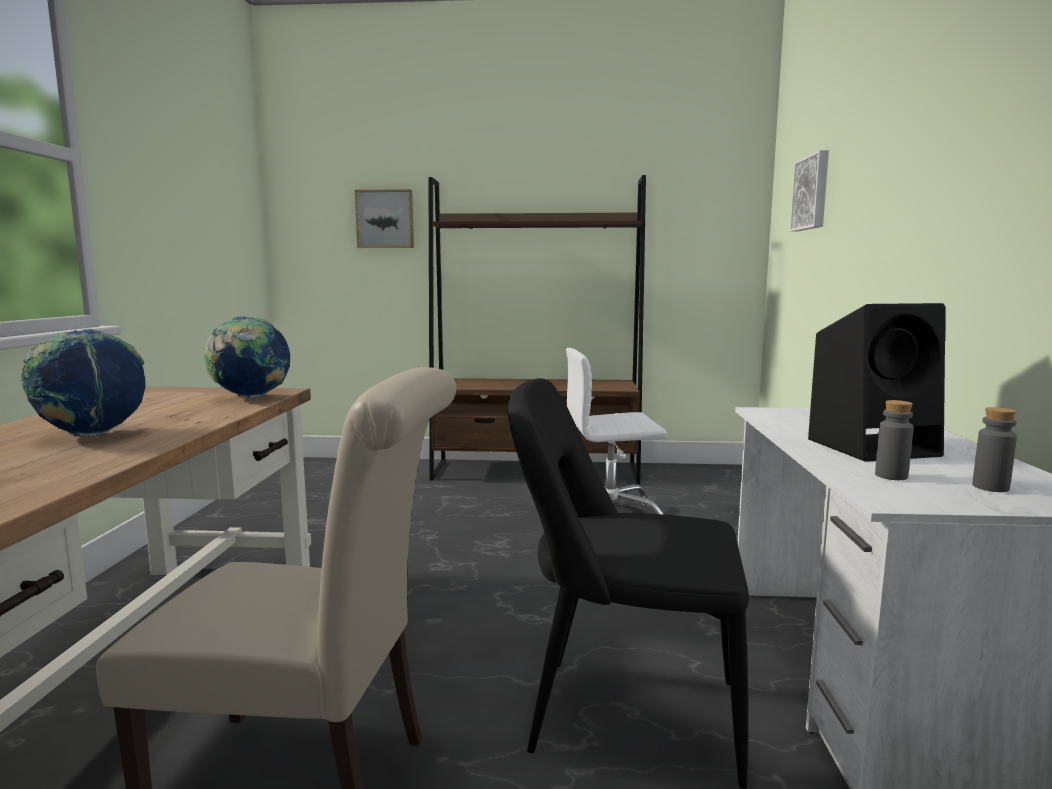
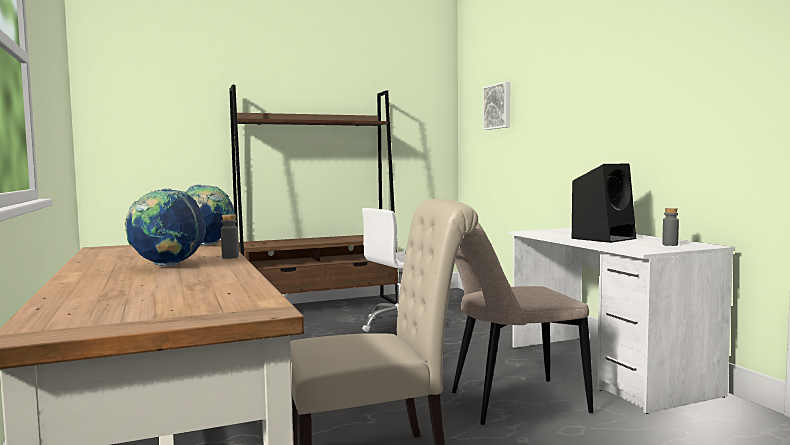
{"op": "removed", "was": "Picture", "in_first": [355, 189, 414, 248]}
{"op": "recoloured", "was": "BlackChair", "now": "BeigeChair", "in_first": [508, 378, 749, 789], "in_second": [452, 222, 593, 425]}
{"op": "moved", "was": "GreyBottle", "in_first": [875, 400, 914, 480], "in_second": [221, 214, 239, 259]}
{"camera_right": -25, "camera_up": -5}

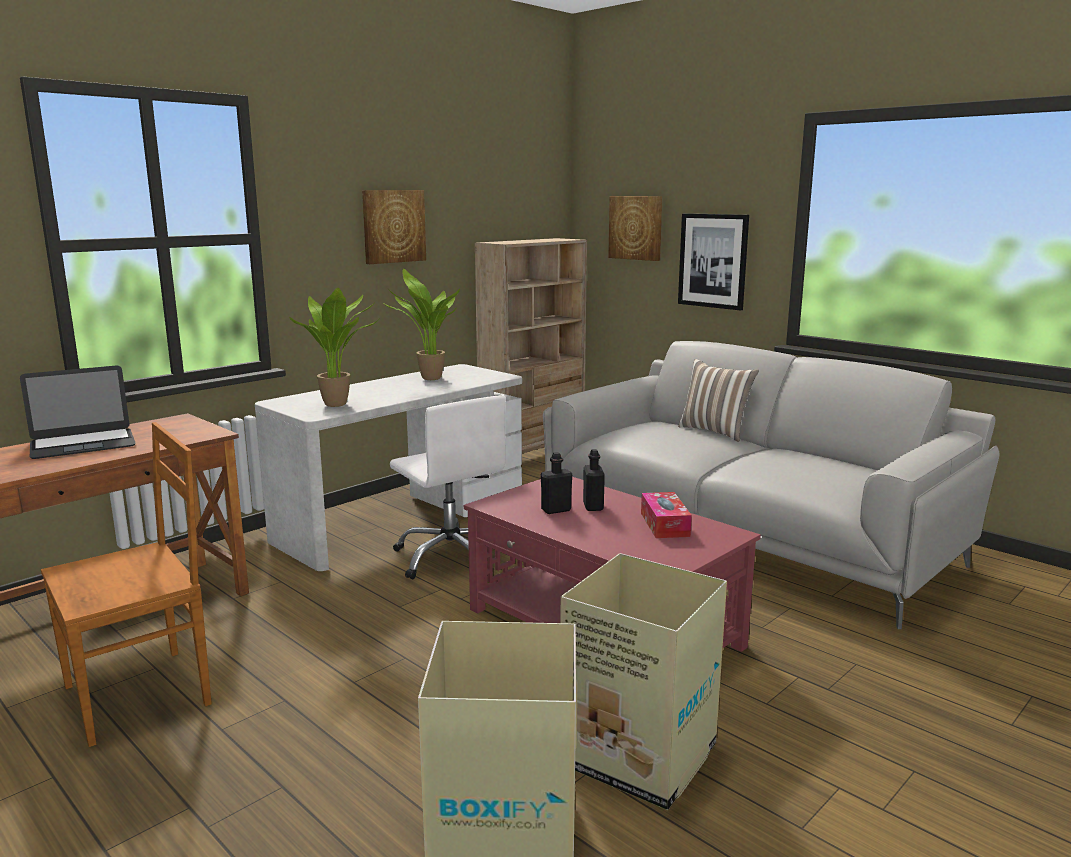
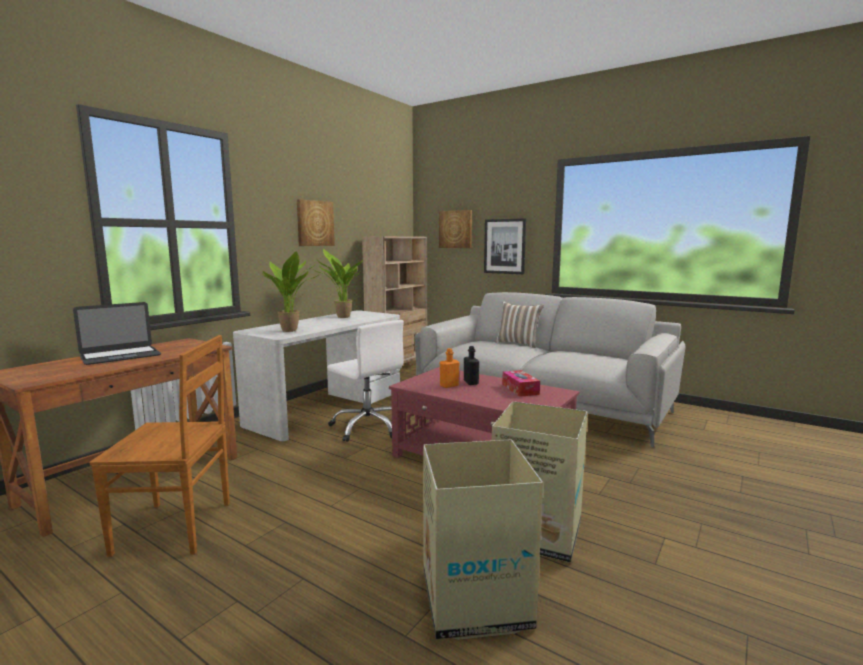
{"op": "turned", "was": "BrownChair", "in_first": [41, 422, 212, 747], "in_second": [90, 335, 230, 557], "clockwise": 45}
{"op": "recoloured", "was": "BlackBottle", "now": "OrangeBottle", "in_first": [541, 452, 572, 514], "in_second": [440, 348, 460, 388]}
{"camera_right": -10, "camera_up": -5}

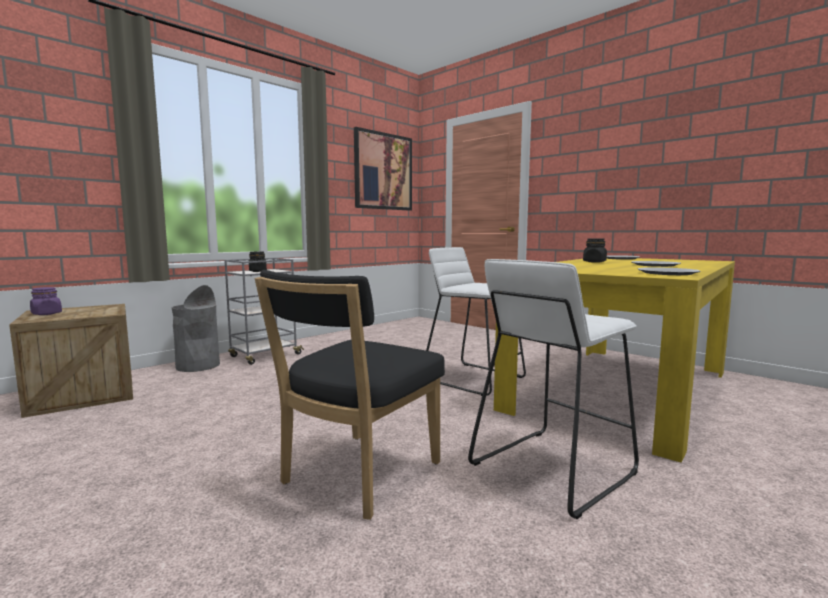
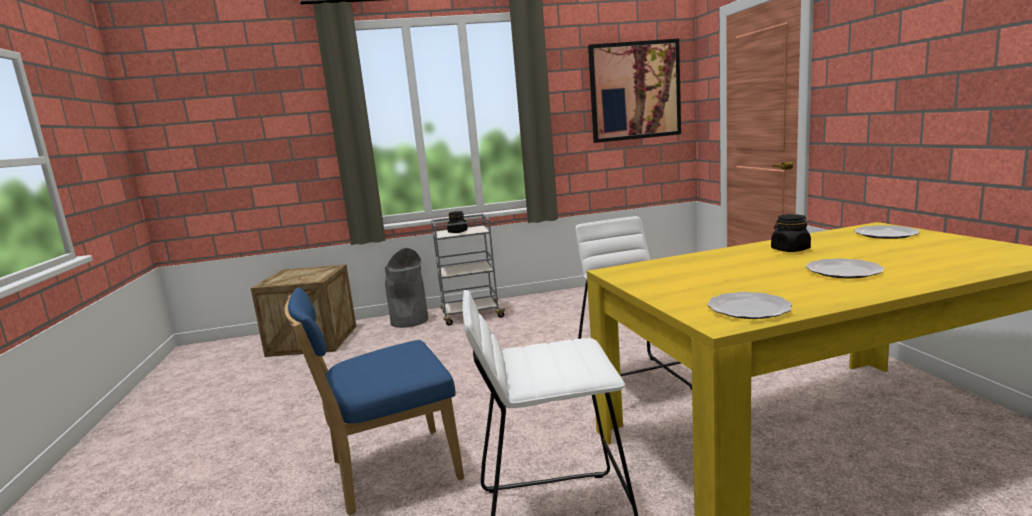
{"op": "recoloured", "was": "BlackChair", "now": "BlueChair", "in_first": [255, 270, 445, 520], "in_second": [285, 287, 464, 516]}
{"op": "removed", "was": "PurpleJar", "in_first": [30, 287, 62, 315]}
{"camera_right": 35, "camera_up": 5}

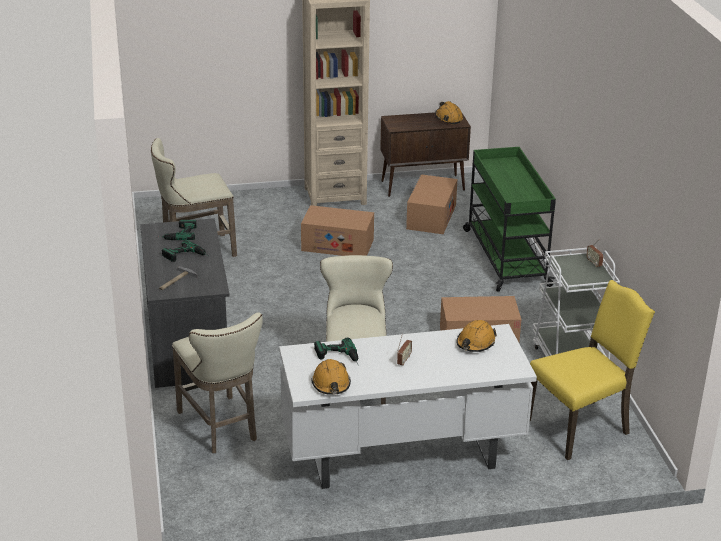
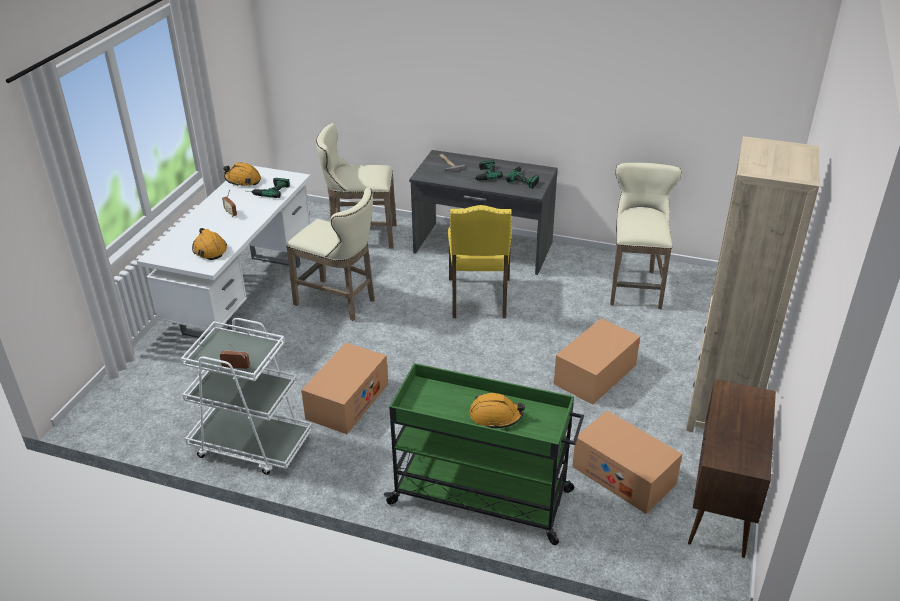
{"op": "moved", "was": "OrangeHardHat", "in_first": [435, 101, 463, 124], "in_second": [469, 393, 525, 428]}
{"op": "moved", "was": "YellowChair", "in_first": [530, 280, 655, 460], "in_second": [448, 205, 512, 319]}
{"camera_right": 120, "camera_up": 5}

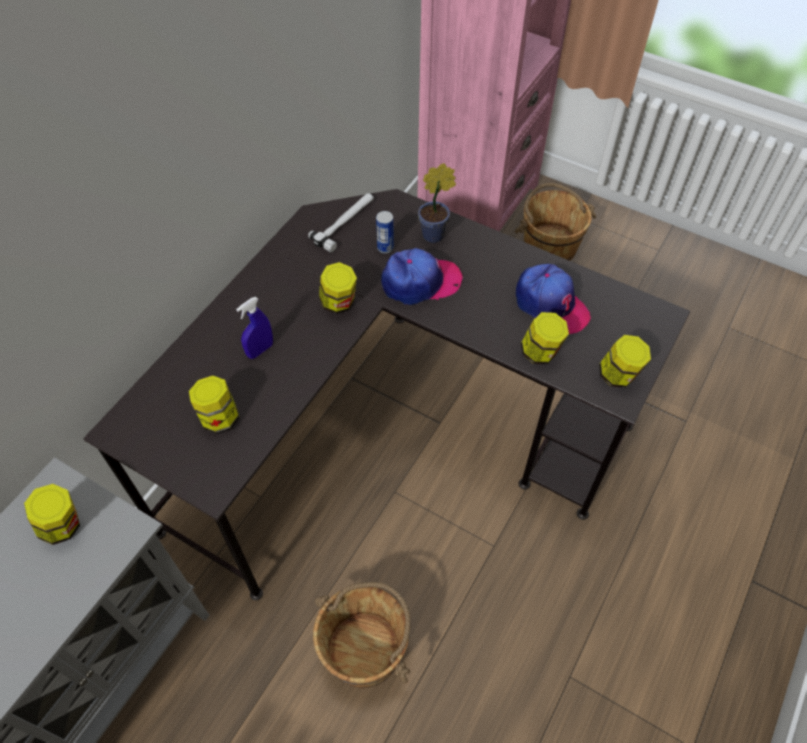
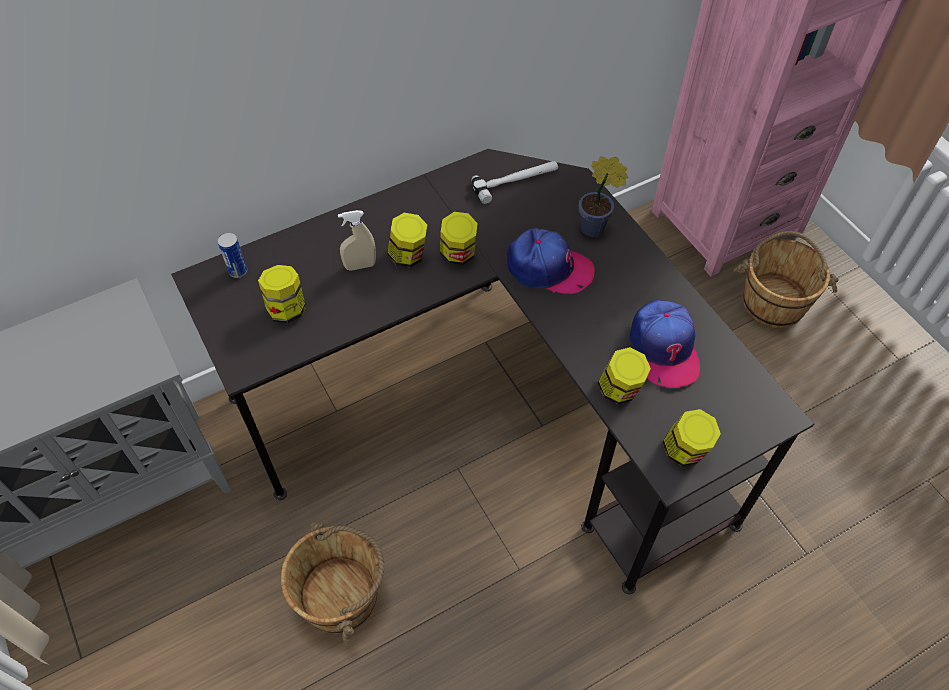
{"op": "moved", "was": "Can", "in_first": [376, 211, 394, 254], "in_second": [217, 232, 247, 278]}
{"op": "recoloured", "was": "BlueSprayBottle", "now": "BeigeSprayBottle", "in_first": [236, 297, 273, 359], "in_second": [338, 210, 376, 271]}
{"op": "moved", "was": "Jar", "in_first": [24, 484, 80, 545], "in_second": [387, 213, 427, 268]}
{"camera_right": 30, "camera_up": 0}

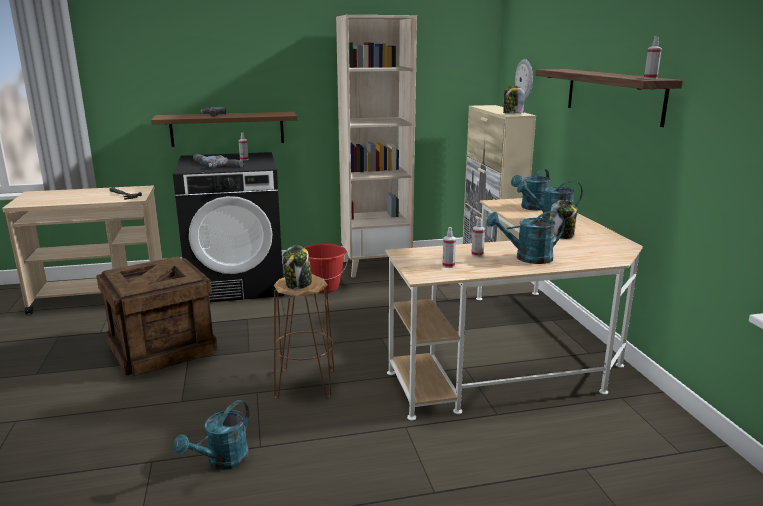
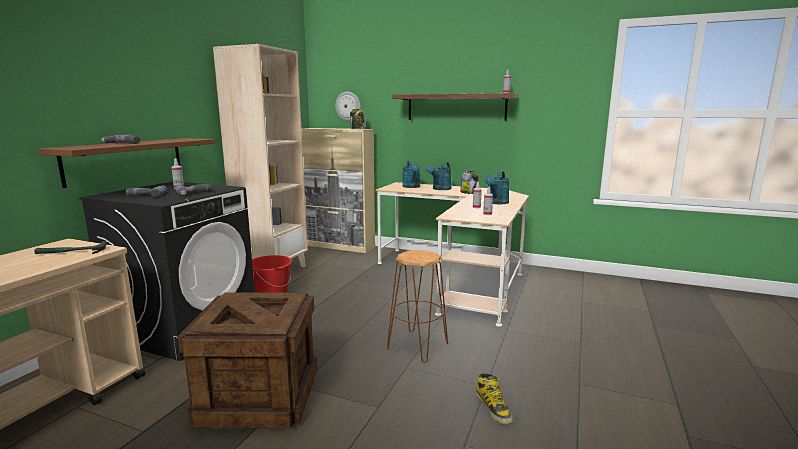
{"op": "removed", "was": "Jar", "in_first": [283, 245, 312, 289]}
{"op": "replaced", "was": "TurquoiseWateringCan", "now": "Boot", "in_first": [174, 400, 250, 470], "in_second": [476, 373, 513, 425]}
{"camera_right": -55, "camera_up": -5}

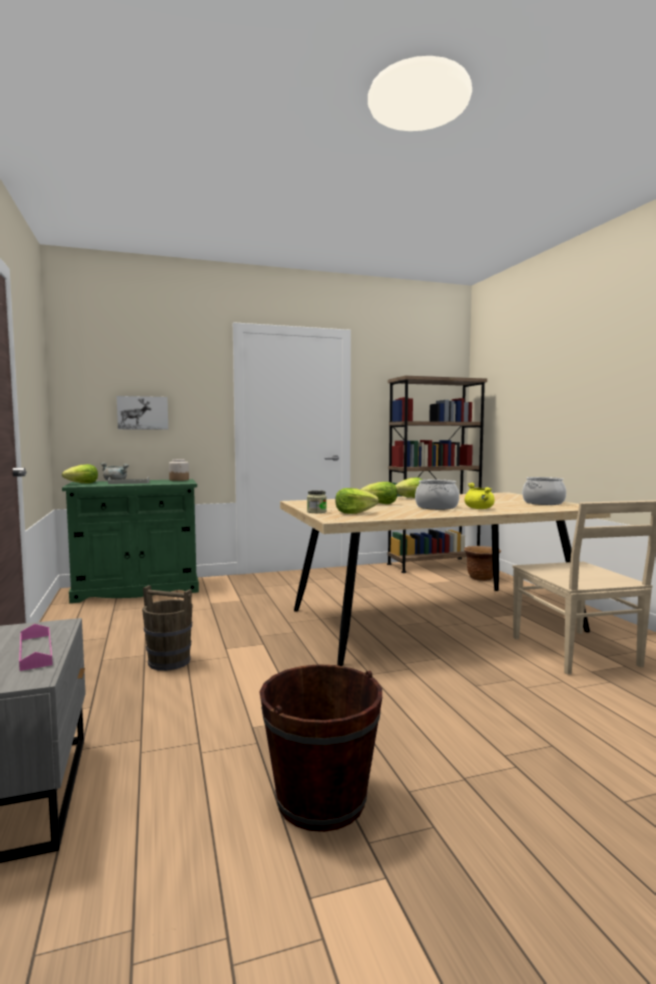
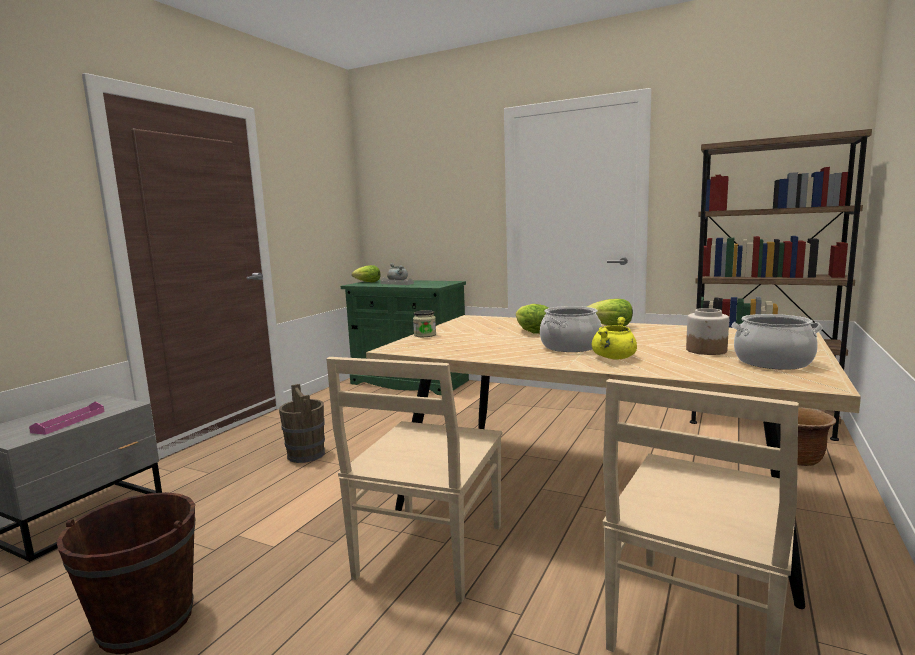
{"op": "removed", "was": "Picture", "in_first": [117, 396, 168, 430]}
{"op": "moved", "was": "Jar", "in_first": [169, 459, 189, 481], "in_second": [686, 308, 729, 355]}
{"op": "removed", "was": "Lettuce", "in_first": [336, 488, 379, 514]}
{"op": "added", "now": "BeigeChair", "in_second": [326, 357, 502, 603]}
{"camera_right": 45, "camera_up": 5}

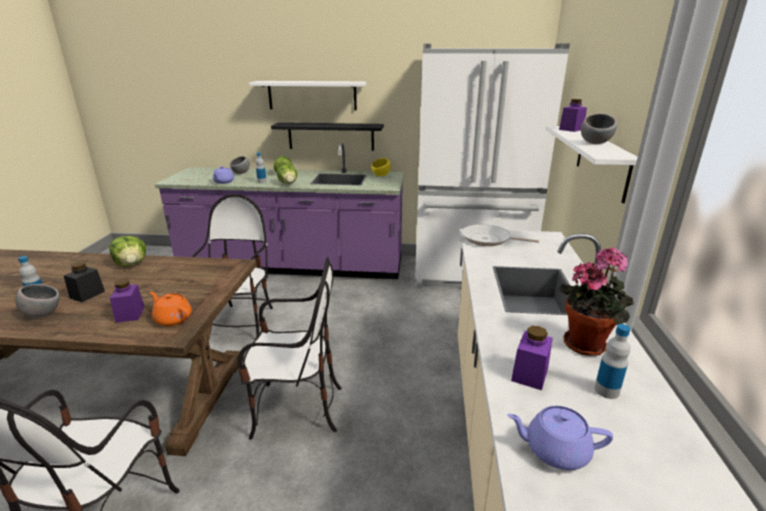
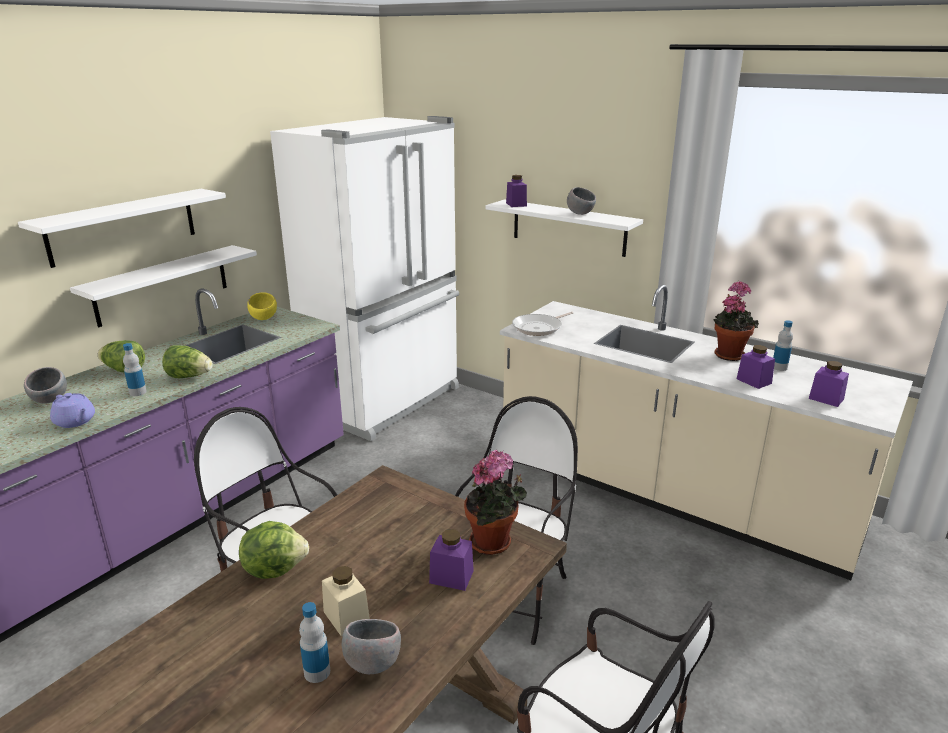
{"op": "recoloured", "was": "BlackShelf", "now": "WhiteShelf", "in_first": [271, 122, 384, 151], "in_second": [70, 245, 257, 327]}
{"op": "recoloured", "was": "BlackJar", "now": "BeigeJar", "in_first": [64, 262, 105, 302], "in_second": [322, 566, 370, 636]}
{"op": "replaced", "was": "OrangeTeapot", "now": "PottedPlant", "in_first": [150, 292, 192, 326], "in_second": [464, 450, 527, 555]}
{"op": "replaced", "was": "PurpleTeapot", "now": "PurpleJar", "in_first": [507, 406, 613, 470], "in_second": [809, 361, 849, 407]}
{"camera_right": -60, "camera_up": 0}

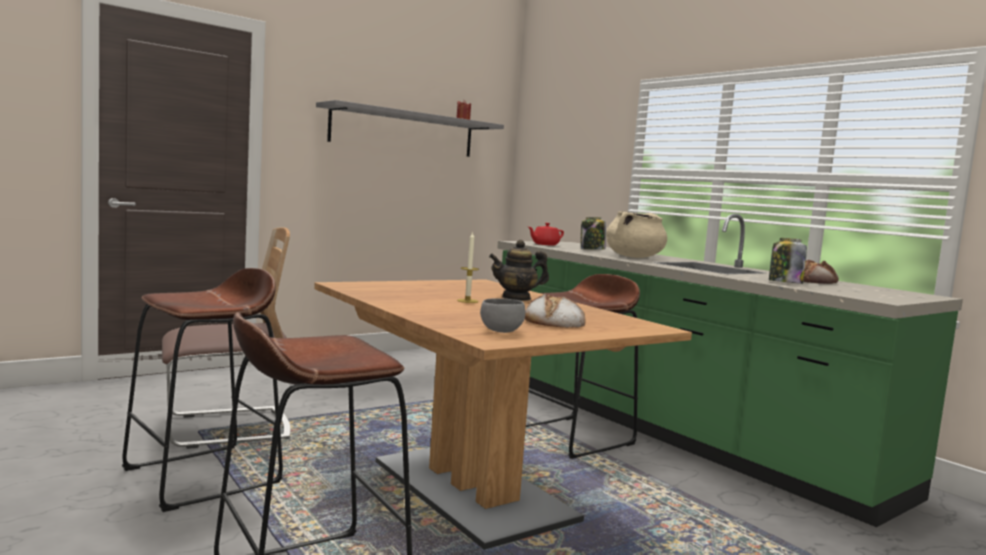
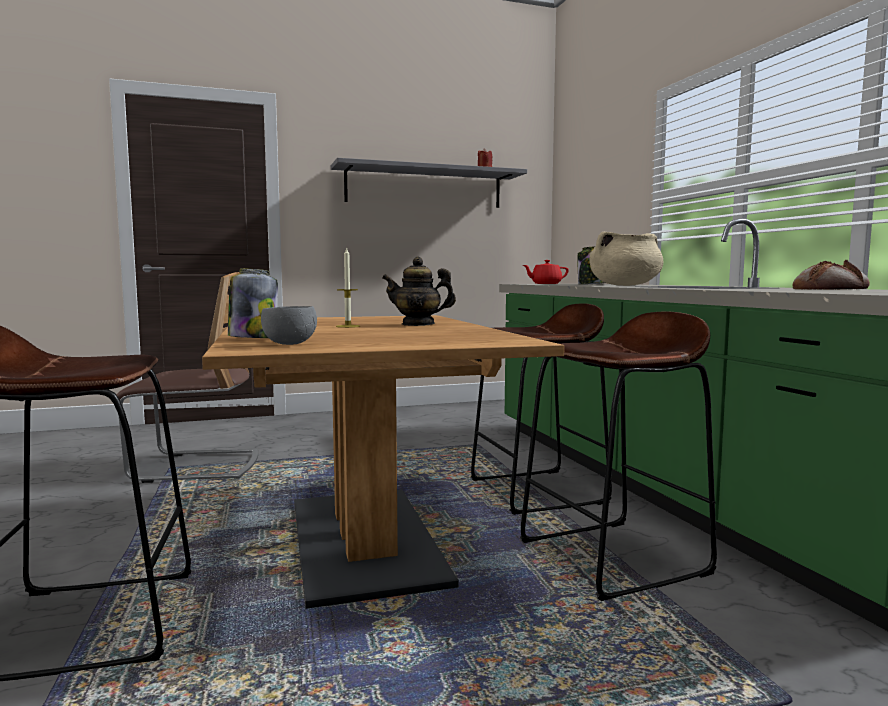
{"op": "moved", "was": "Jar", "in_first": [769, 238, 807, 284], "in_second": [228, 268, 278, 338]}
{"op": "moved", "was": "BrownStool", "in_first": [122, 268, 283, 512], "in_second": [520, 312, 717, 601]}
{"op": "removed", "was": "Bread", "in_first": [525, 294, 586, 328]}
{"camera_right": 20, "camera_up": 0}

